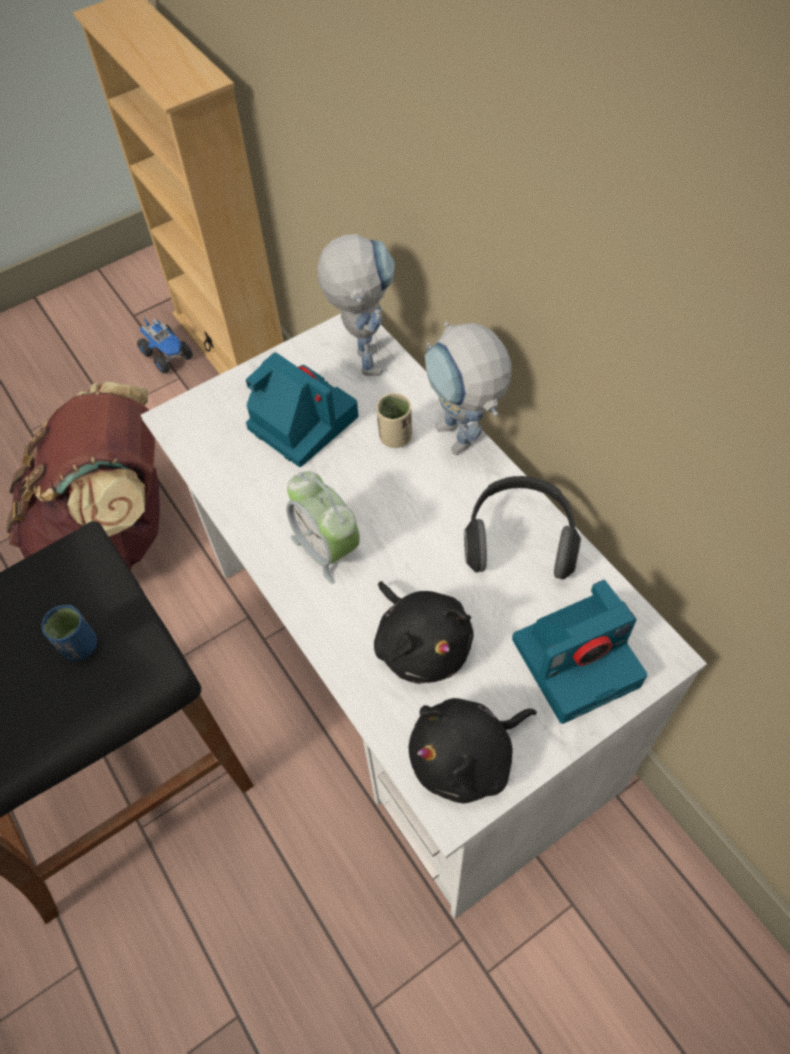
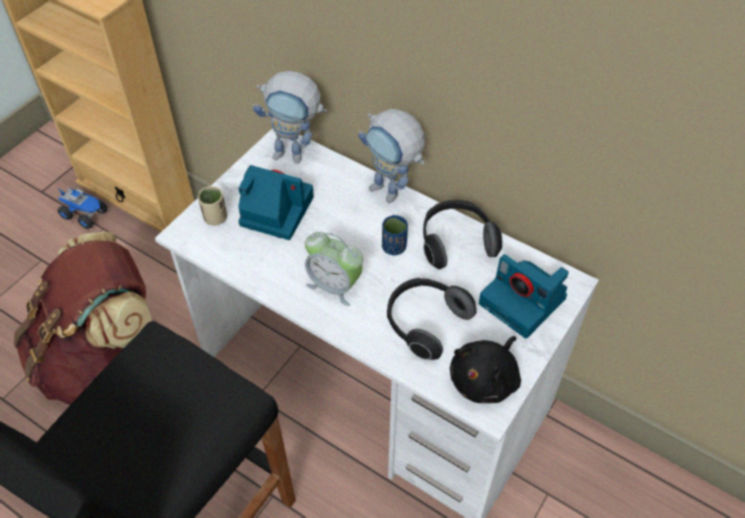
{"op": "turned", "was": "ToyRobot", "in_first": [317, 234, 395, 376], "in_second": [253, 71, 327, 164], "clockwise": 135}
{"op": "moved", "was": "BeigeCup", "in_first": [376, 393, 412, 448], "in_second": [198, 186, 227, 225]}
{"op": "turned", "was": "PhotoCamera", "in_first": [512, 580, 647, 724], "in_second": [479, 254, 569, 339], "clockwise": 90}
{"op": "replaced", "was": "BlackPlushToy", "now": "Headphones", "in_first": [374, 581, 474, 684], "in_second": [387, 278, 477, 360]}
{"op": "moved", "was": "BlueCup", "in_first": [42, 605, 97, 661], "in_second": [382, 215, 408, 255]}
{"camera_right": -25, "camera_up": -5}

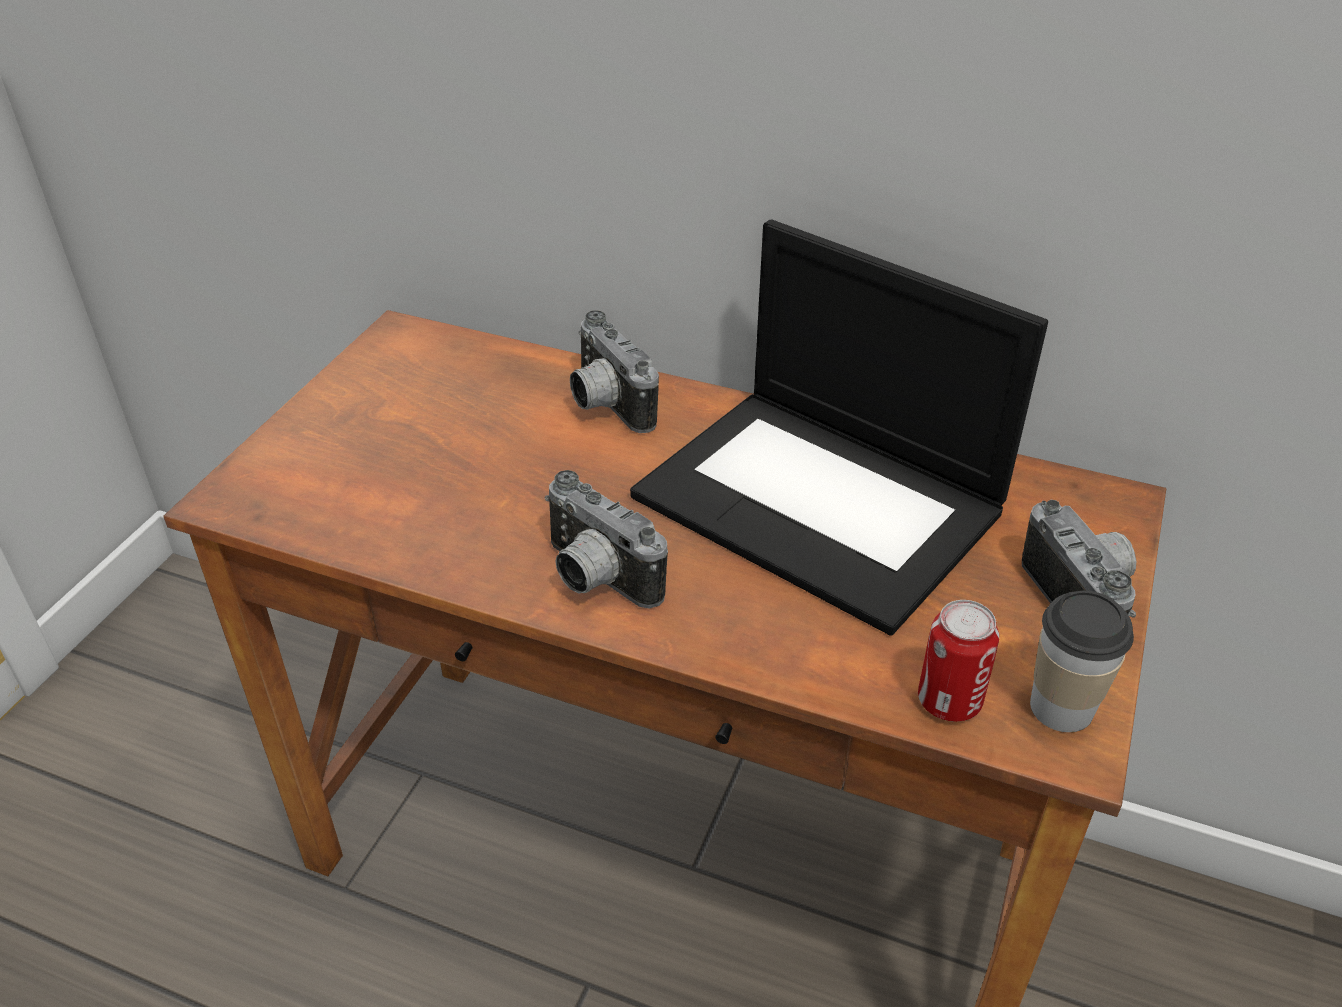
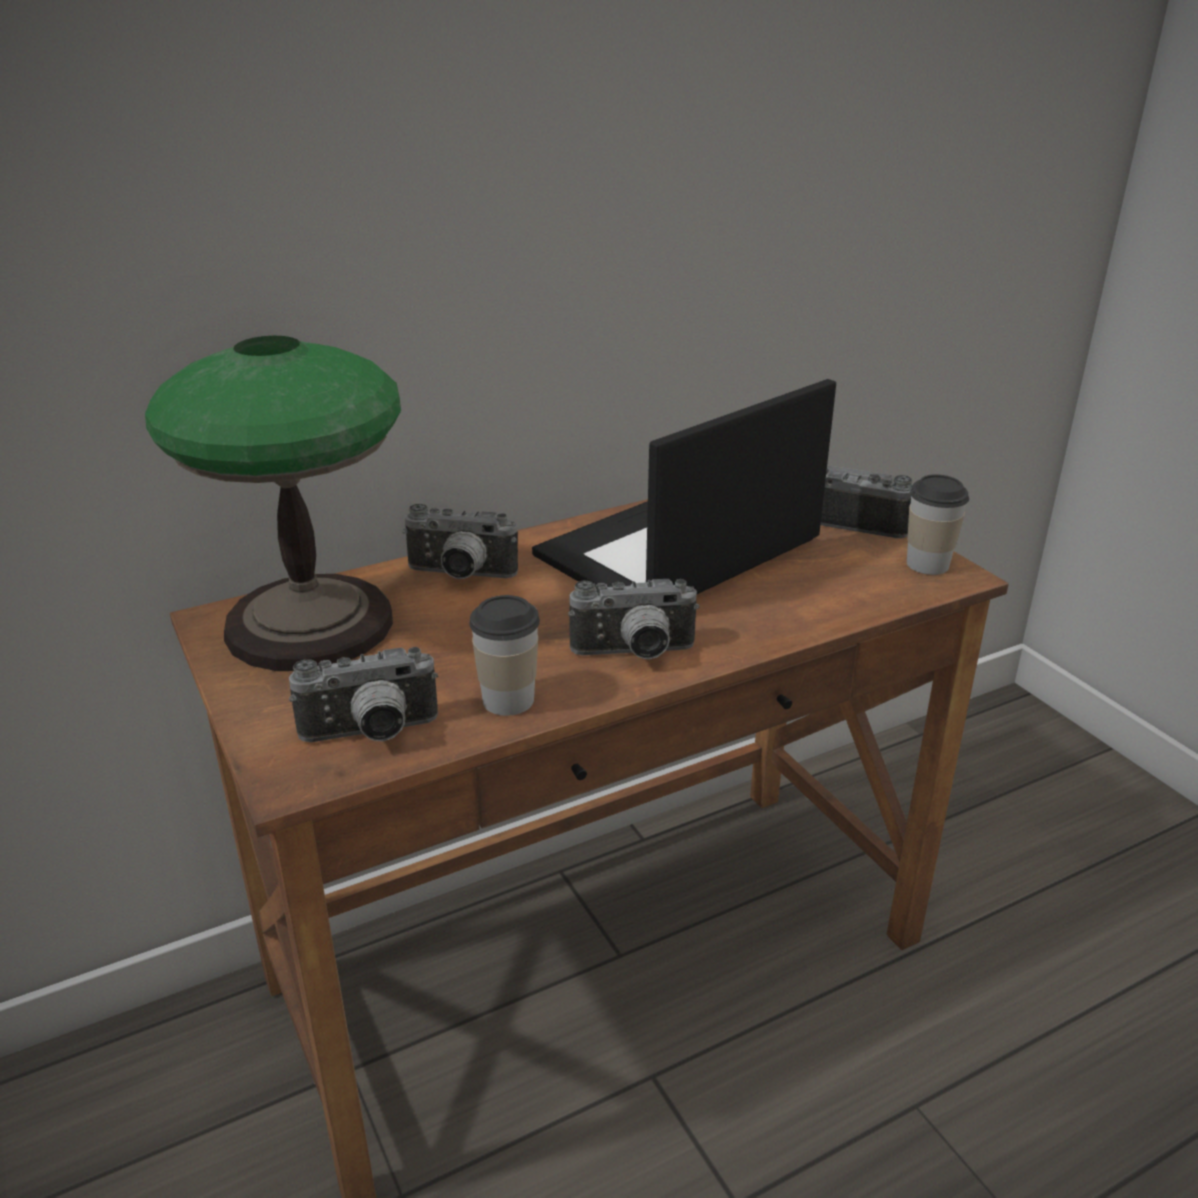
{"op": "turned", "was": "Laptop", "in_first": [630, 220, 1048, 636], "in_second": [532, 379, 836, 594], "clockwise": 150}
{"op": "removed", "was": "Can", "in_first": [918, 600, 999, 722]}
{"op": "added", "now": "TableLamp", "in_second": [145, 336, 401, 671]}
{"op": "added", "now": "Cup", "in_second": [470, 595, 540, 716]}
{"op": "added", "now": "PhotoCamera", "in_second": [289, 647, 438, 742]}
{"camera_right": -50, "camera_up": -10}

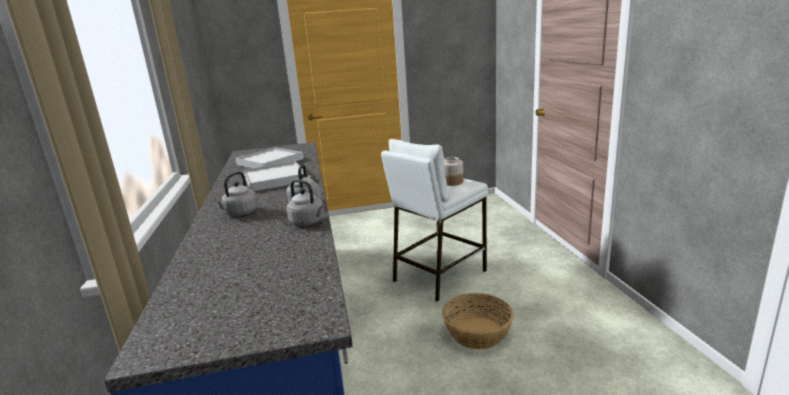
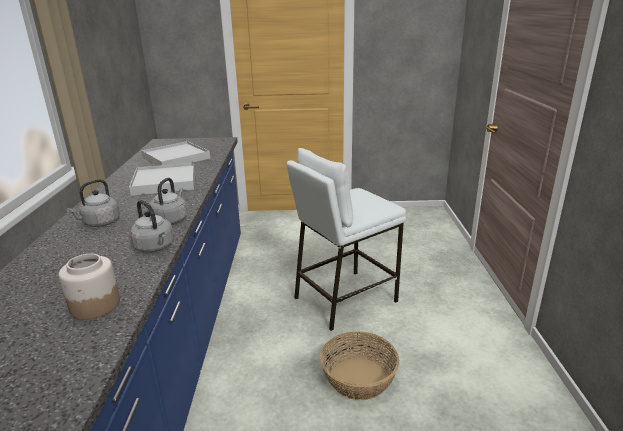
{"op": "moved", "was": "Jar", "in_first": [444, 157, 463, 186], "in_second": [59, 254, 120, 320]}
{"camera_right": 10, "camera_up": 5}

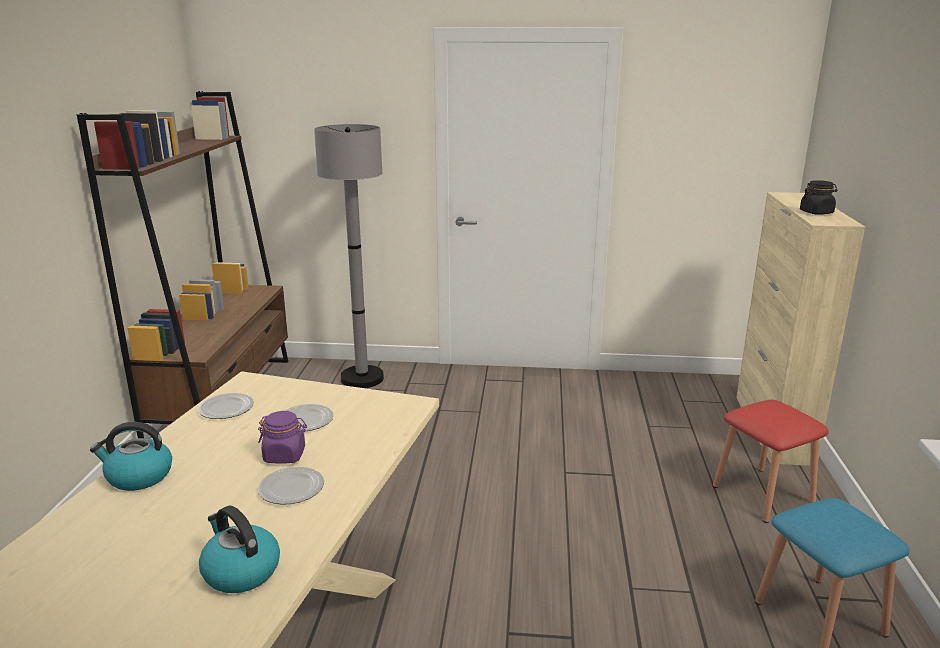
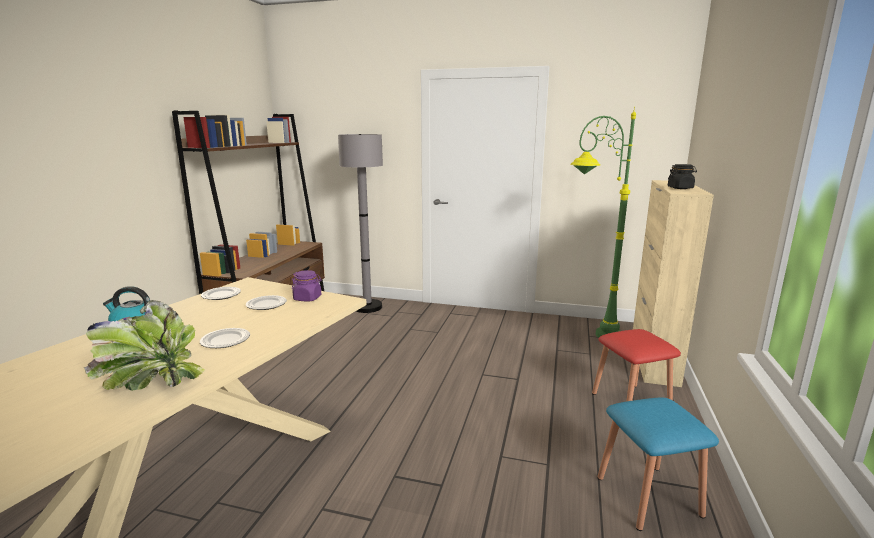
{"op": "moved", "was": "PurpleJar", "in_first": [258, 411, 307, 464], "in_second": [292, 270, 322, 301]}
{"op": "replaced", "was": "Kettle", "now": "PottedPlant", "in_first": [199, 506, 280, 593], "in_second": [84, 300, 205, 391]}
{"op": "added", "now": "GreenFloorLamp", "in_second": [570, 107, 636, 338]}
{"camera_right": 10, "camera_up": -5}

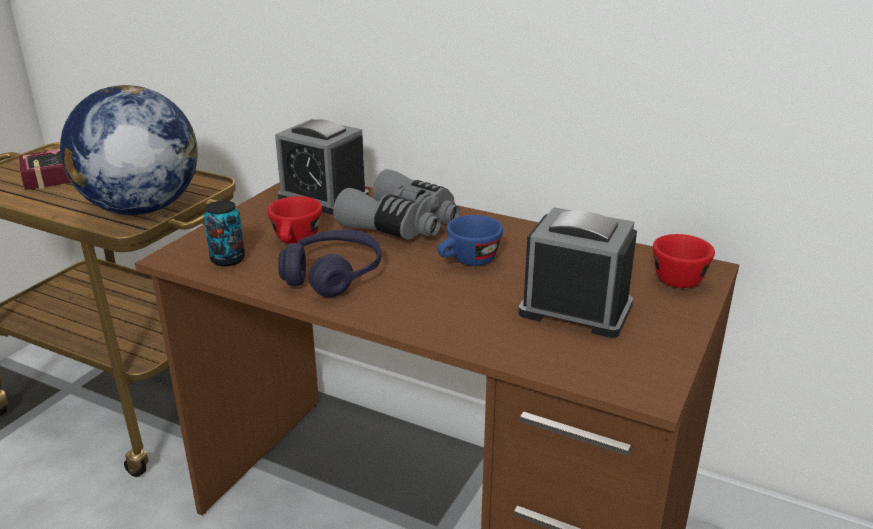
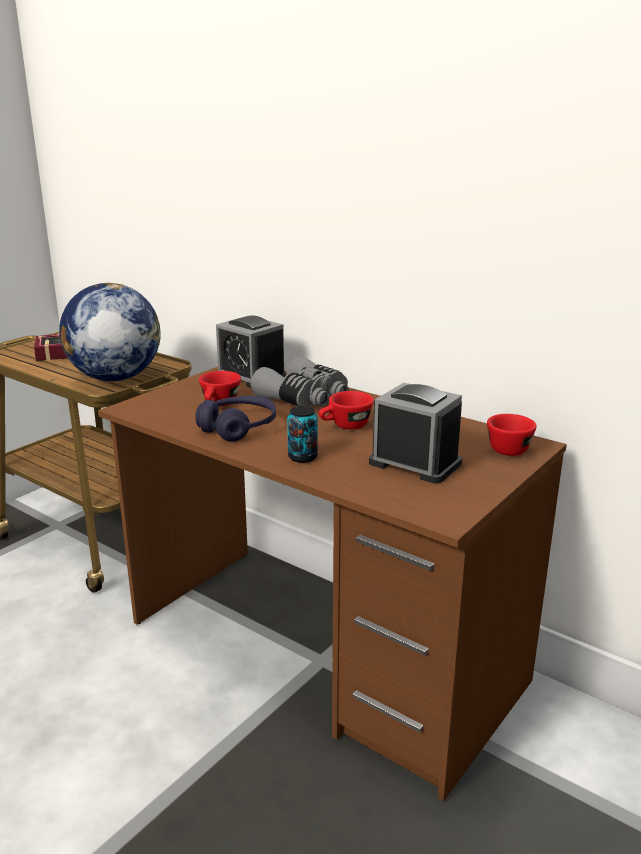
{"op": "moved", "was": "Can", "in_first": [204, 201, 245, 266], "in_second": [287, 406, 318, 463]}
{"op": "recoloured", "was": "BlueCup", "now": "RedCup", "in_first": [437, 215, 503, 266], "in_second": [319, 391, 374, 429]}
{"camera_right": 10, "camera_up": -5}

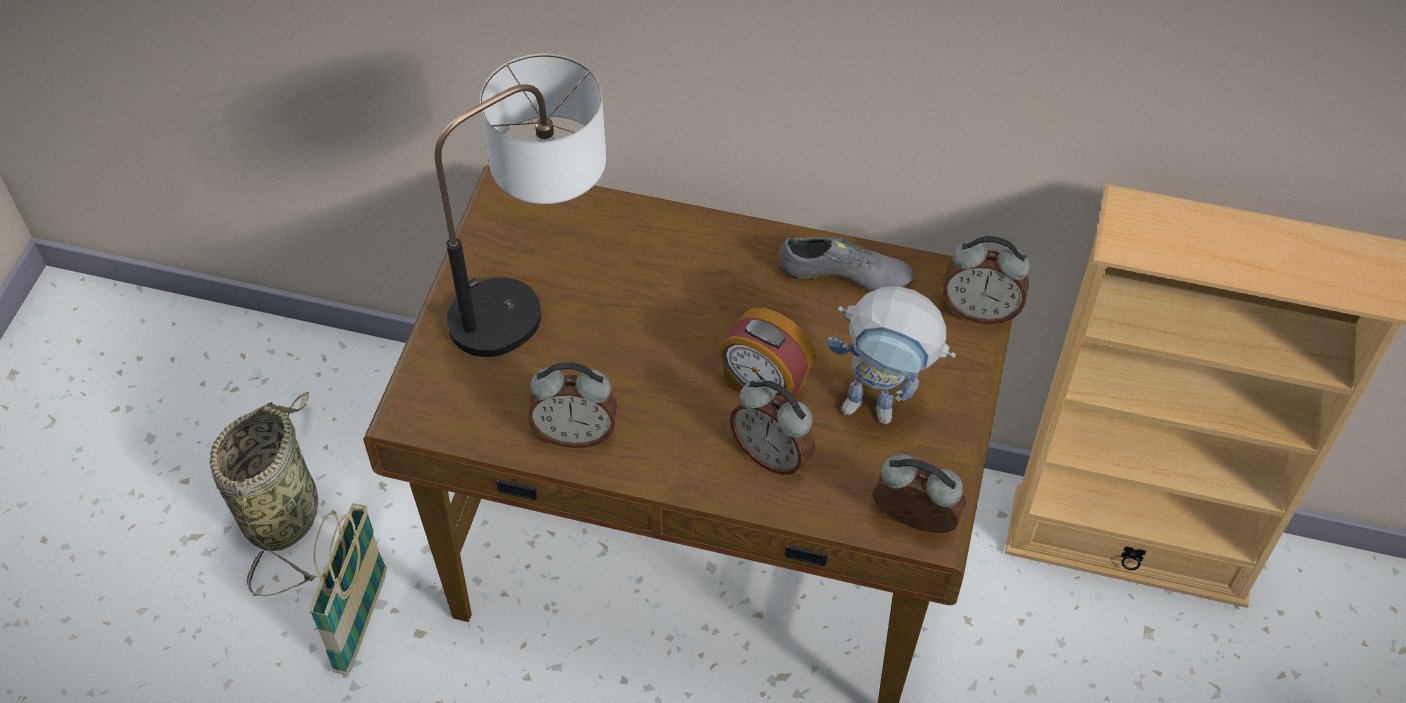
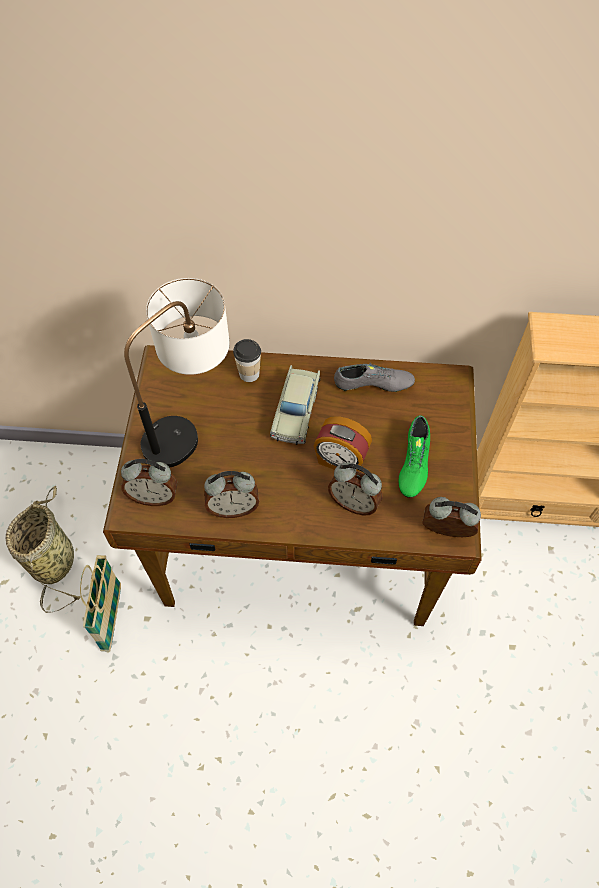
{"op": "moved", "was": "AlarmClock", "in_first": [943, 236, 1030, 324], "in_second": [121, 459, 177, 506]}
{"op": "replaced", "was": "ToyRobot", "now": "GreenShoe", "in_first": [827, 286, 956, 424], "in_second": [399, 416, 430, 497]}
{"op": "added", "now": "Cup", "in_second": [233, 339, 261, 382]}
{"op": "added", "now": "BeigeToyCar", "in_second": [270, 365, 320, 445]}
{"camera_right": -10, "camera_up": 5}

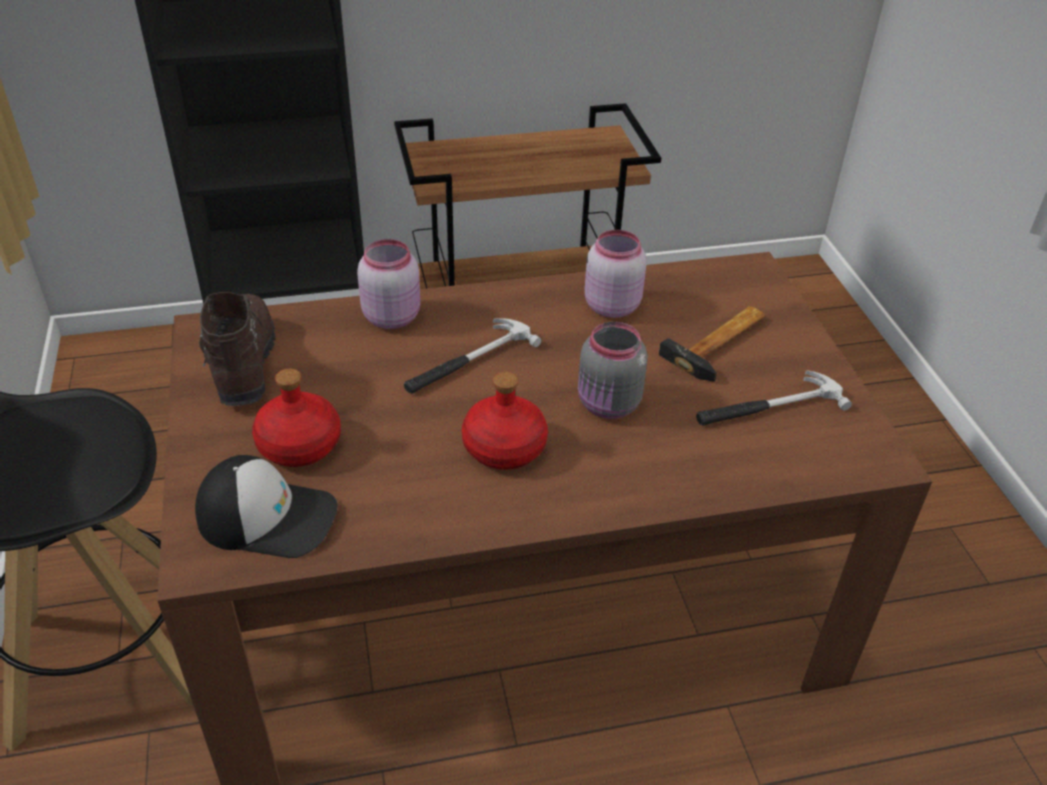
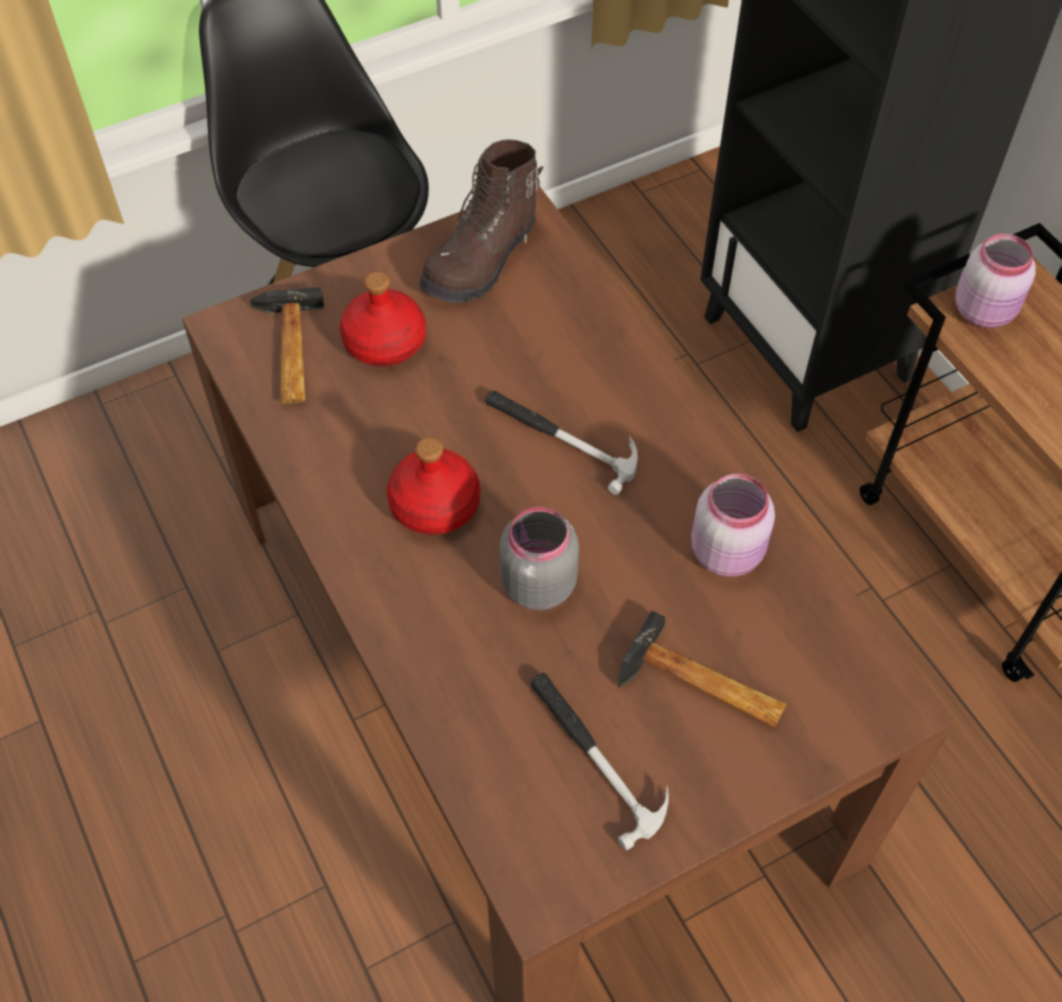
{"op": "moved", "was": "PinkJar", "in_first": [357, 239, 420, 329], "in_second": [956, 234, 1035, 328]}
{"op": "turned", "was": "BrownBoot", "in_first": [199, 292, 276, 406], "in_second": [419, 140, 543, 303], "clockwise": 150}
{"op": "replaced", "was": "Cap", "now": "Hammer", "in_first": [195, 455, 338, 558], "in_second": [250, 287, 324, 404]}
{"camera_right": 75, "camera_up": 15}

